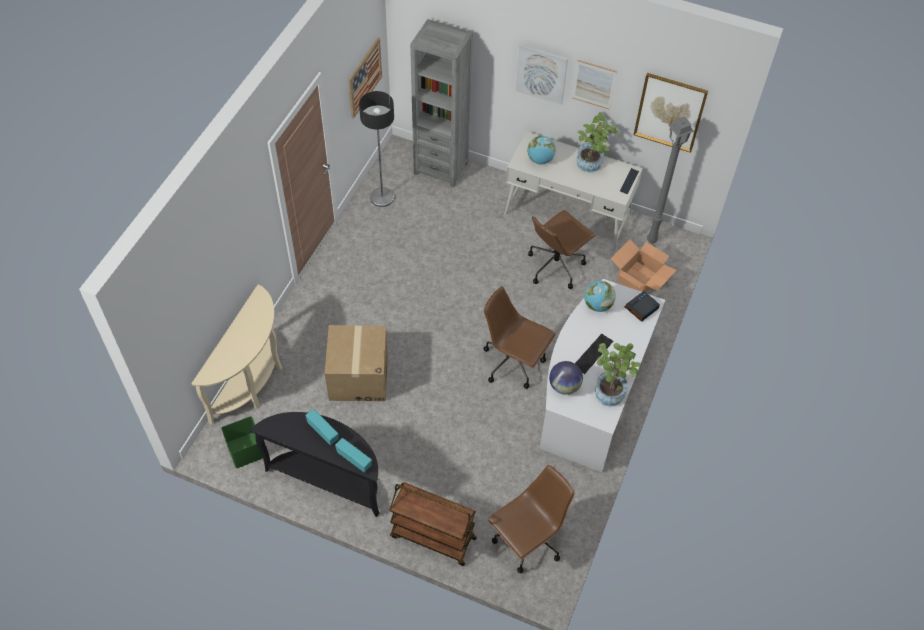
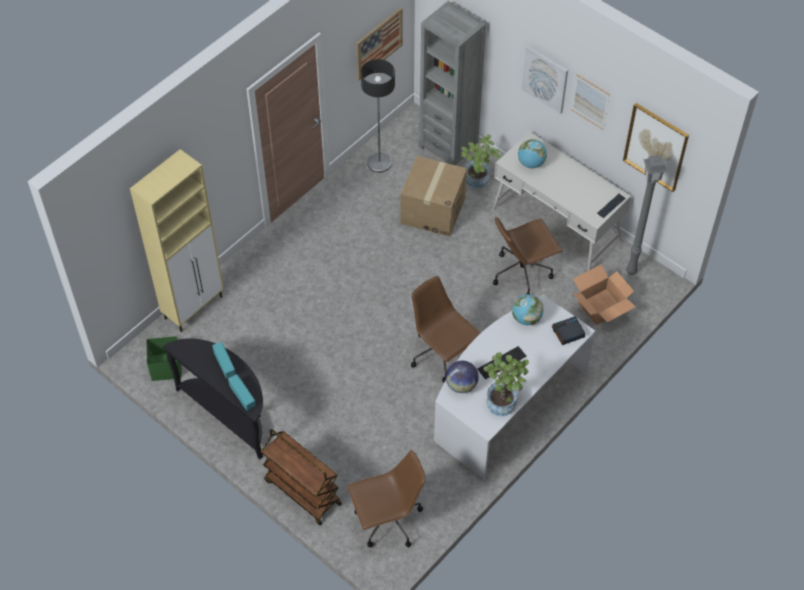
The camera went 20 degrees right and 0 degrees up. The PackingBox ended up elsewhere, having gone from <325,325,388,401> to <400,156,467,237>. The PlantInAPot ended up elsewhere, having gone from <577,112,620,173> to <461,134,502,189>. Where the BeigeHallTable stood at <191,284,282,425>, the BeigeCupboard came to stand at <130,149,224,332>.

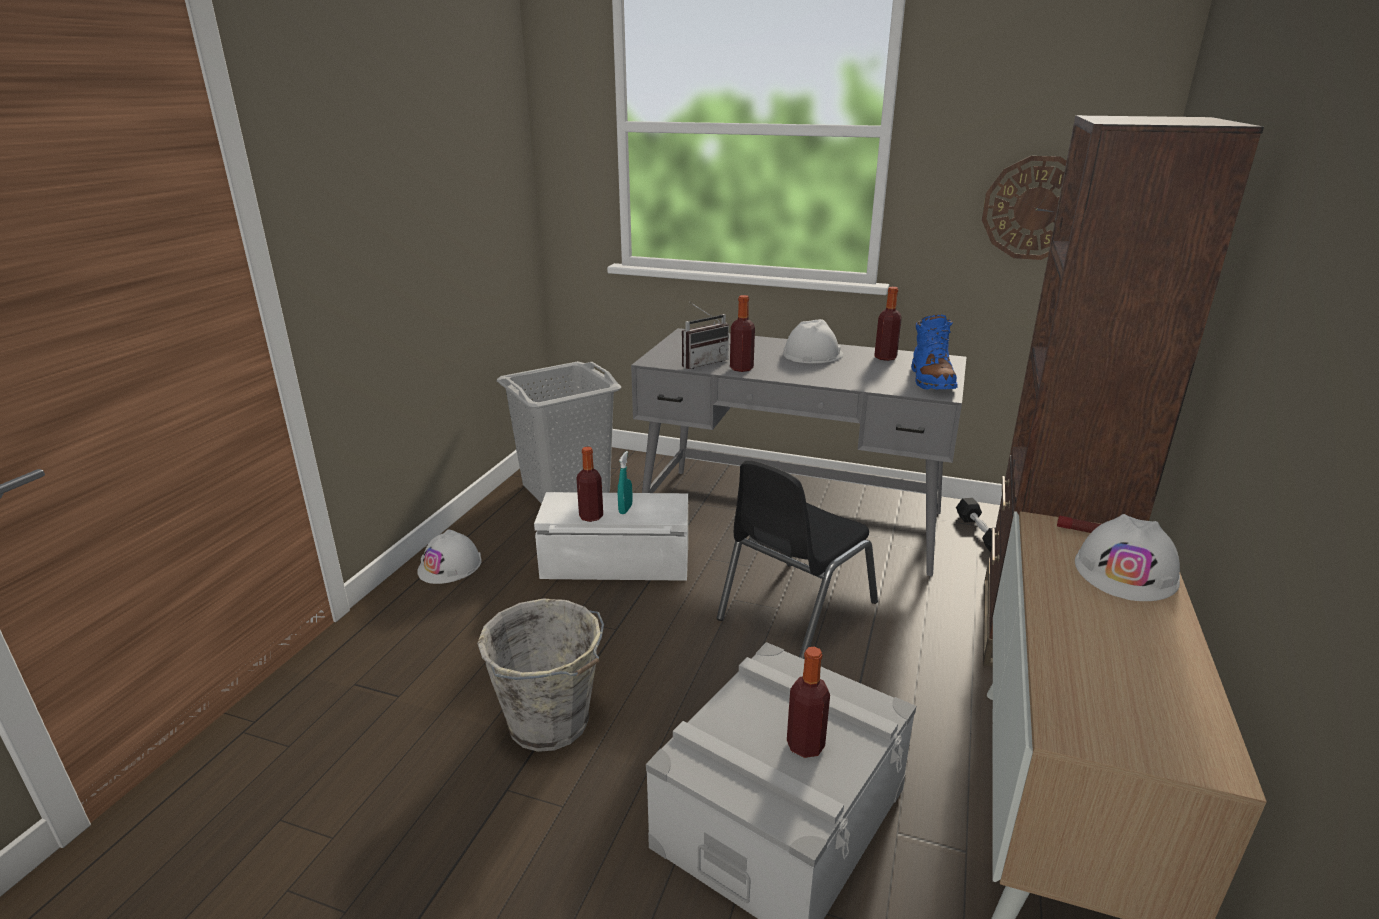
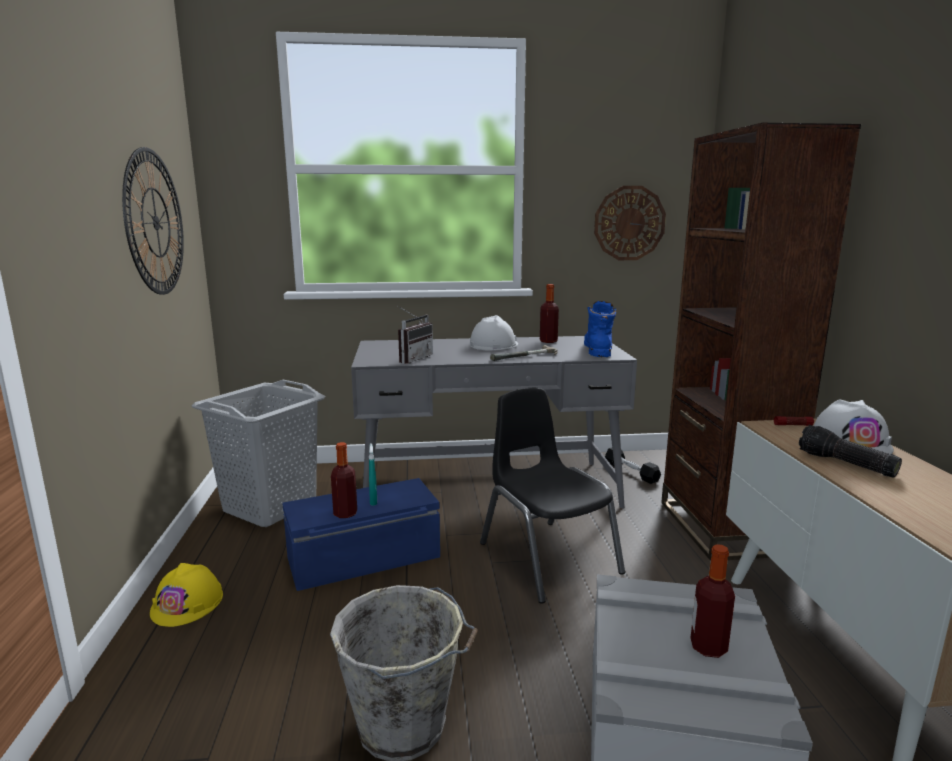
The camera went 25 degrees left and 10 degrees down. The second view lost the Bottle at <730,295,755,372>. The second view gained the WallClock at <122,147,184,295>. The second view gained the Hammer at <490,345,558,361>. The second view gained the HandTorch at <799,425,902,478>. What was the WhiteWorkHelmet at <417,529,482,584> turned into the YellowishWorkHelmet at <150,563,223,627>. What was the WhiteStorageBox at <534,492,688,581> turned into the BlueColouredStorageBox at <282,478,440,591>. The BlackishPlainChair at <717,460,878,659> ended up facing another way, 135 degrees clockwise from before. The BlueColouredTallBoot at <911,314,957,390> ended up facing another way, 150 degrees counterclockwise from before.

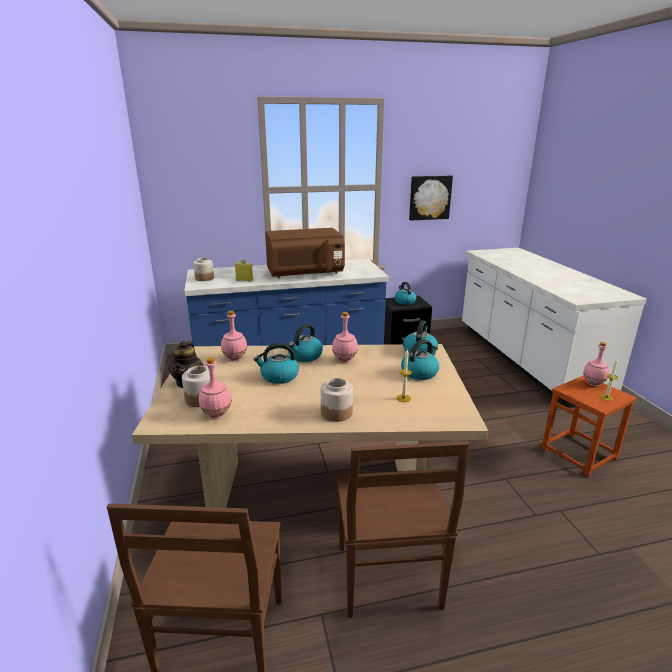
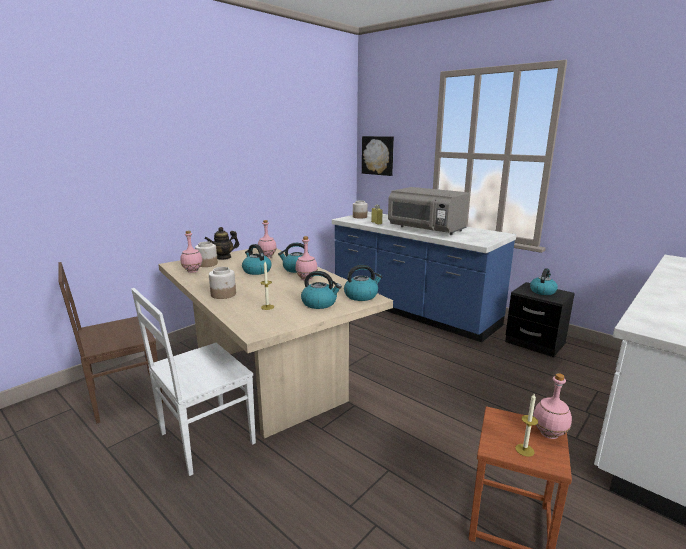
The camera went 55 degrees right and 5 degrees down. The Picture ended up elsewhere, having gone from <409,175,453,220> to <362,136,394,176>. What was the BrownishKitchenMicrowave at <265,228,345,278> turned into the GreyishKitchenMicrowave at <388,187,469,235>. What was the BrownishPlainChair at <337,442,469,618> turned into the WhitePlainChair at <131,288,256,476>.

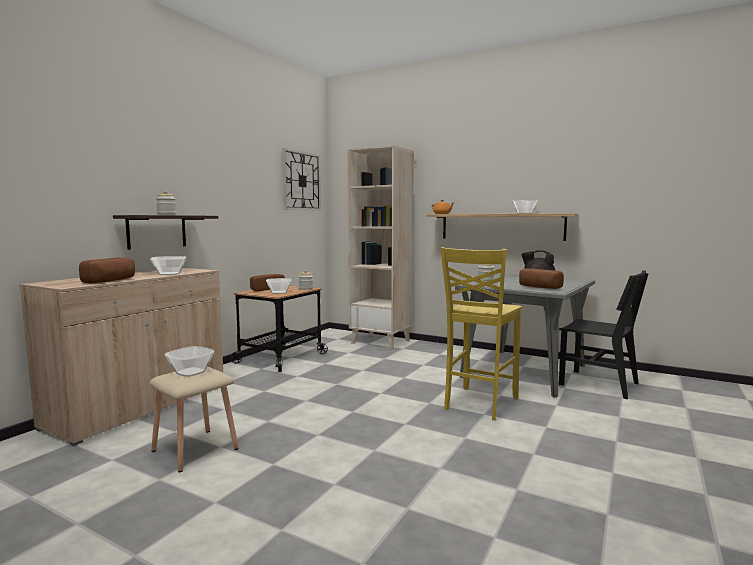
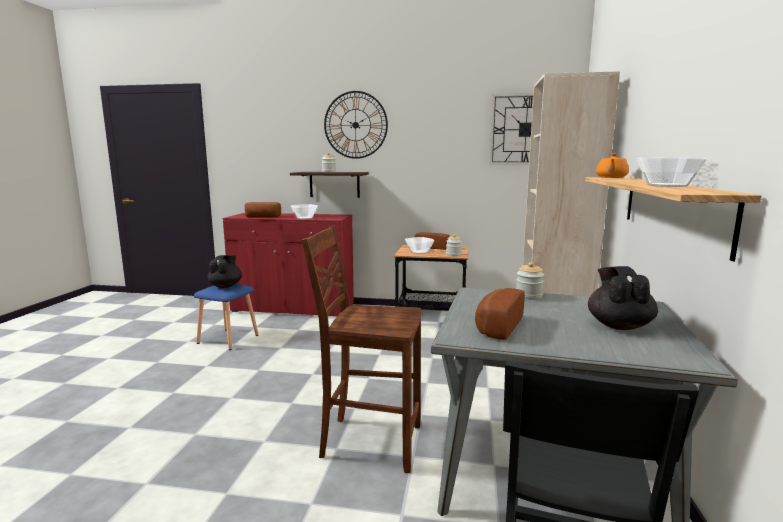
The camera went 70 degrees right and 5 degrees up. The second view gained the WallClock at <324,91,388,159>. Where the DeepDish stood at <165,346,214,377>, the BlackishTeaPot came to stand at <207,255,242,288>. What was the BeigeCupboard at <20,268,223,446> turned into the RedCupboard at <223,213,354,316>. What was the BeigeStool at <149,367,239,472> turned into the BlueColouredStool at <194,284,259,350>. What was the YellowishPlainChair at <440,247,522,420> turned into the BrownishPlainChair at <302,226,421,473>.

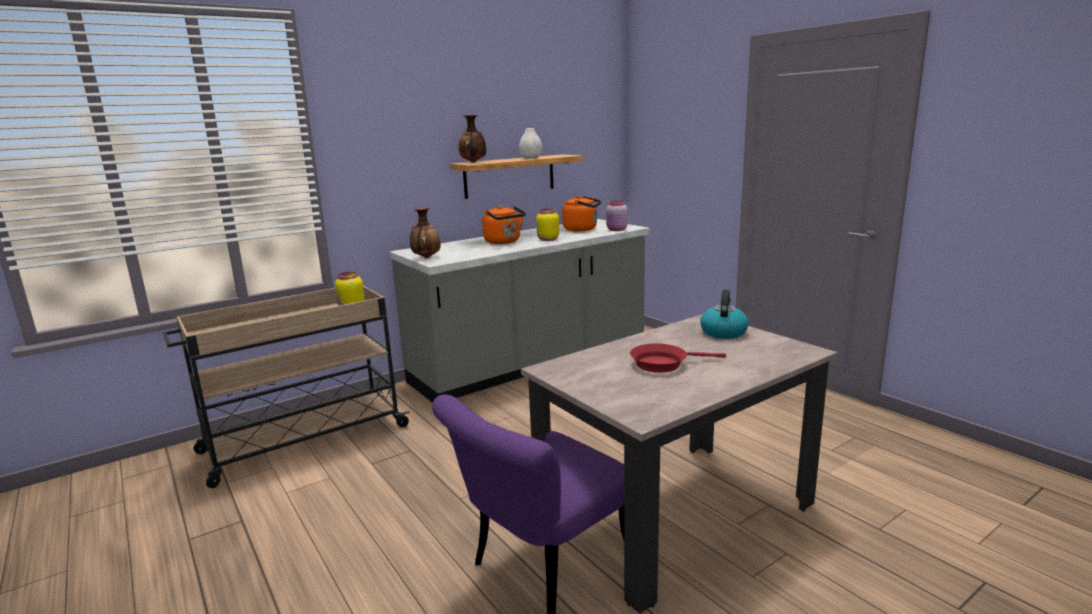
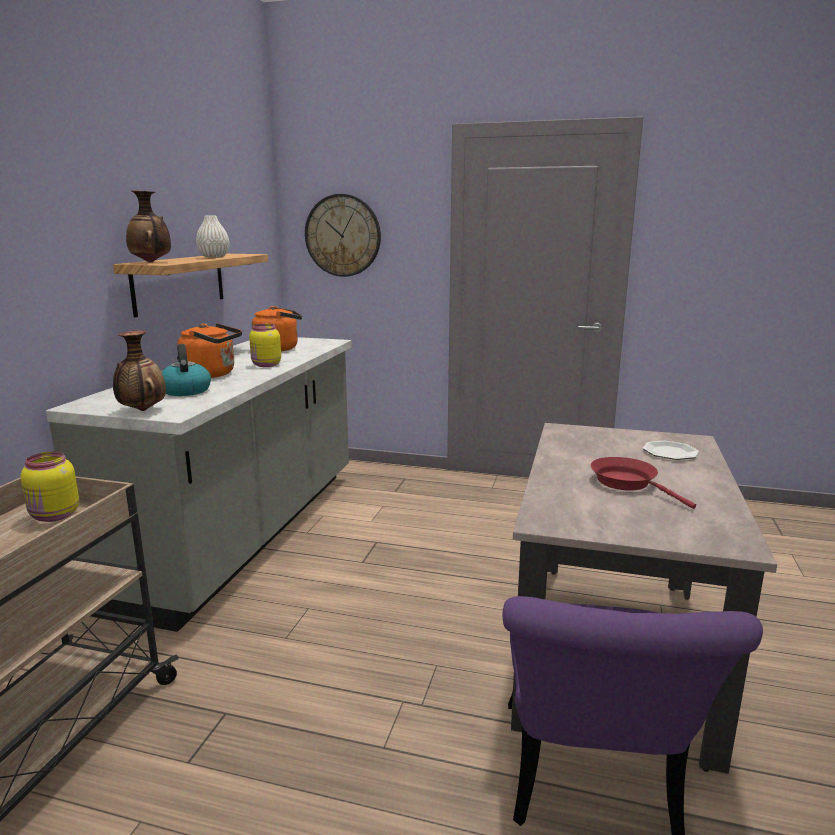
The camera went 40 degrees left and 0 degrees up. The second view lost the PinkPreserveJar at <606,201,628,231>. The second view gained the WallClock at <305,194,381,277>. The second view gained the Plate at <642,441,699,460>. The Kettle ended up elsewhere, having gone from <700,289,749,339> to <162,344,211,396>. The RedSkillet at <630,343,726,373> ended up facing another way, 105 degrees clockwise from before.

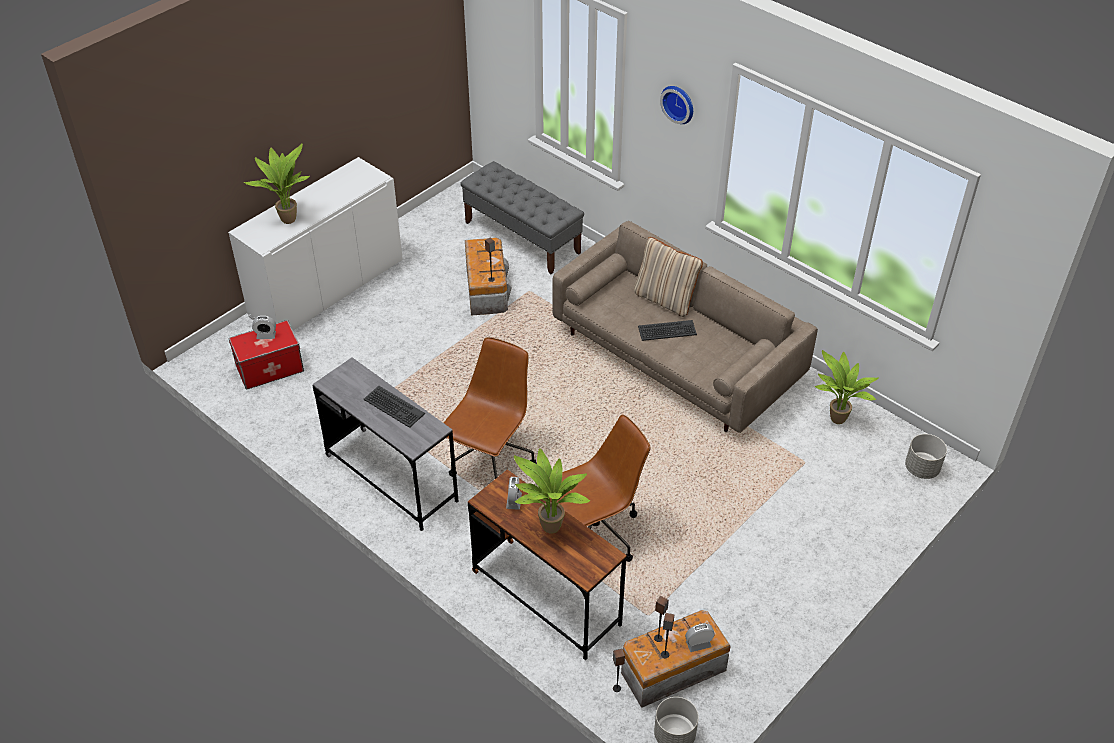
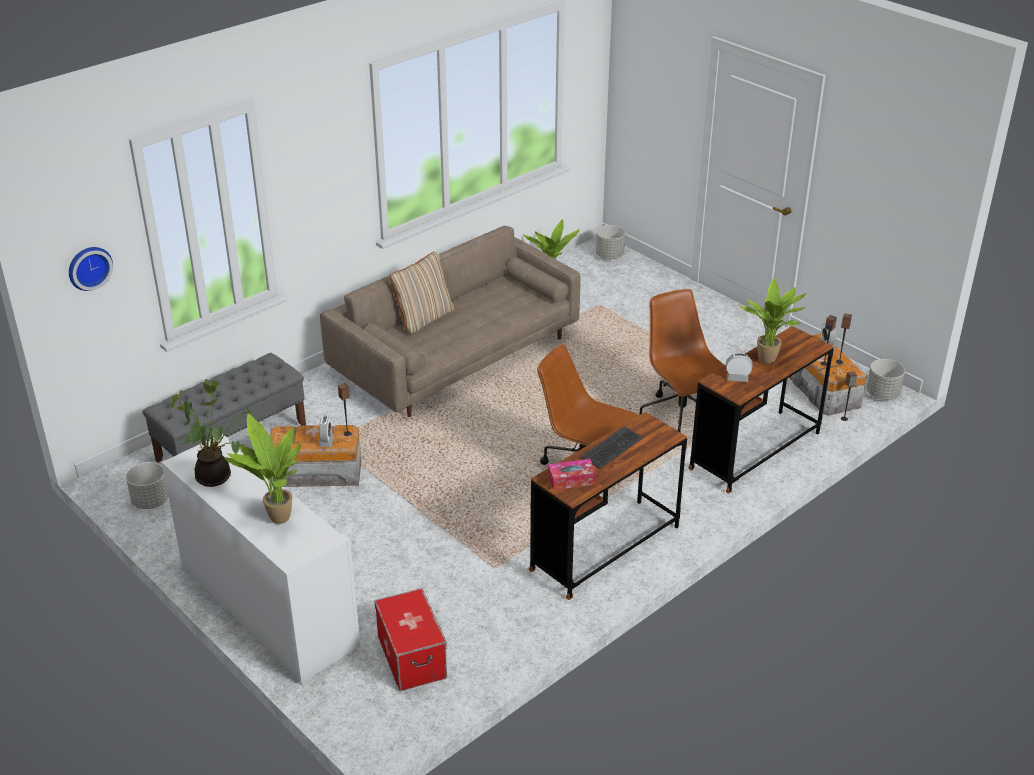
The camera went 85 degrees left and 10 degrees down. The second view lost the Keyboard at <638,320,697,341>. The second view gained the GreyishPlanter at <126,462,168,509>. The second view gained the PlantInAPot at <171,379,253,487>. The second view gained the BoxOfTissues at <548,459,596,491>. The BedsideClock ended up elsewhere, having gone from <252,316,276,339> to <319,416,334,447>. The WallClock ended up elsewhere, having gone from <660,86,693,124> to <69,247,113,291>. What was the GreyishDeskUnit at <313,357,458,531> turned into the BrownishDeskUnit at <529,412,687,600>.

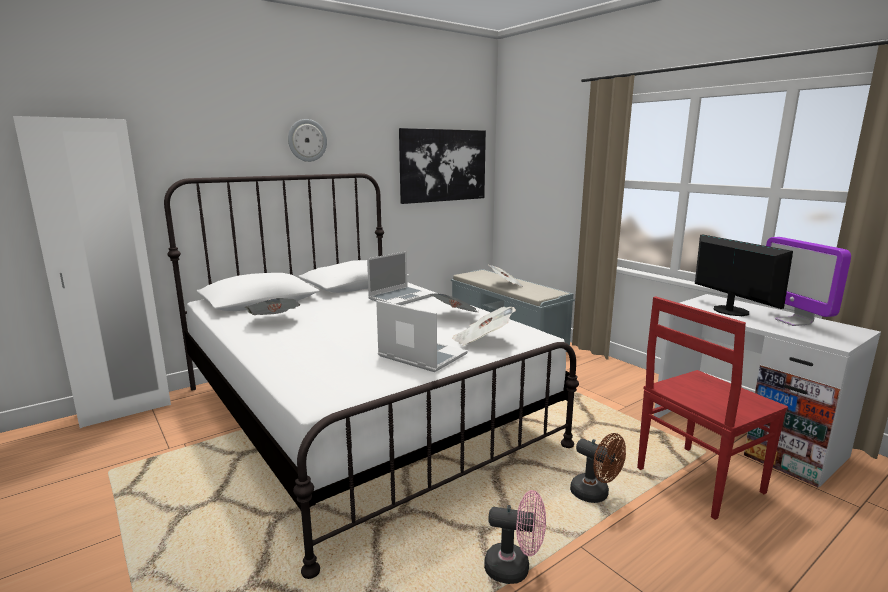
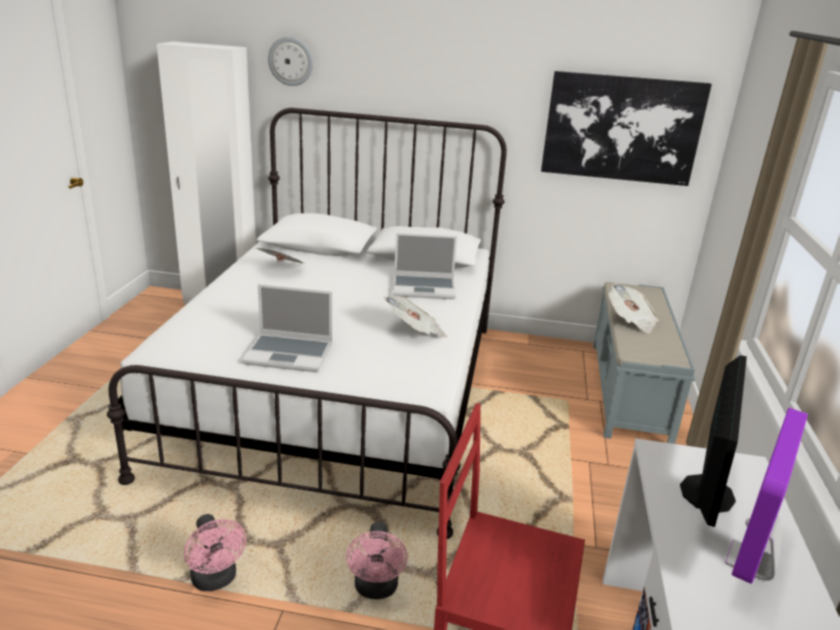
The camera went 45 degrees right and 10 degrees up. The second view lost the DailyPaper at <452,307,516,346>. The WallClock ended up elsewhere, having gone from <288,119,327,162> to <268,36,313,86>. What was the BrownishCoolingFan at <570,433,626,503> turned into the PinkCoolingFan at <346,522,408,599>. The Laptop at <376,300,468,372> ended up facing another way, 105 degrees clockwise from before.

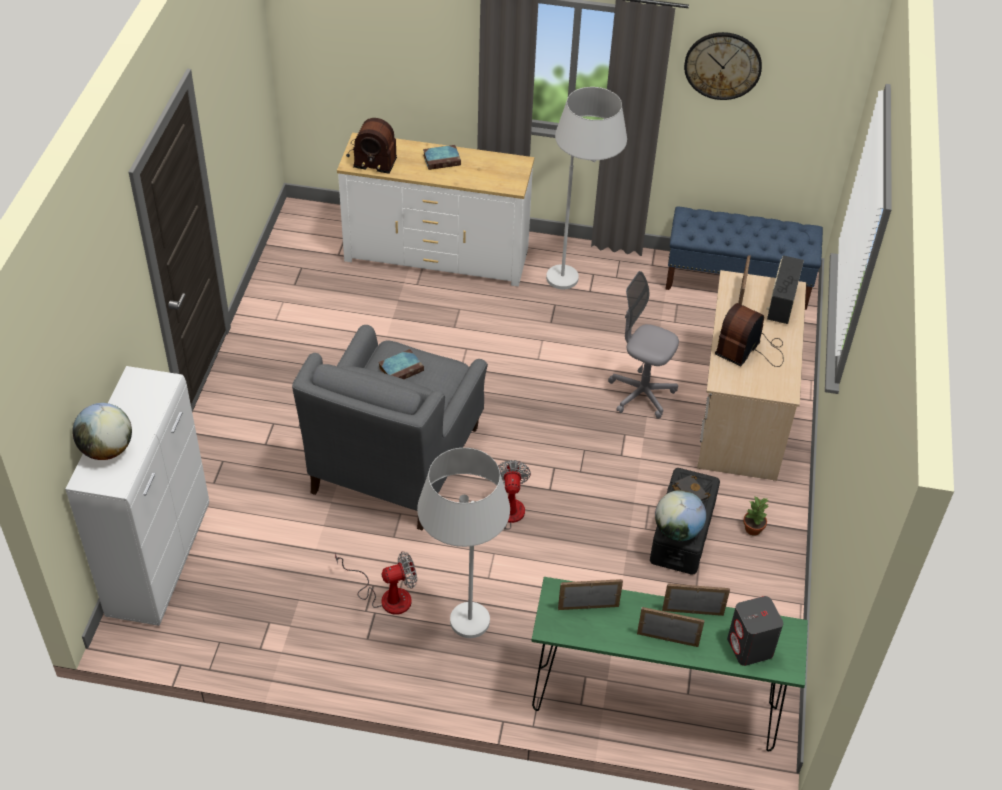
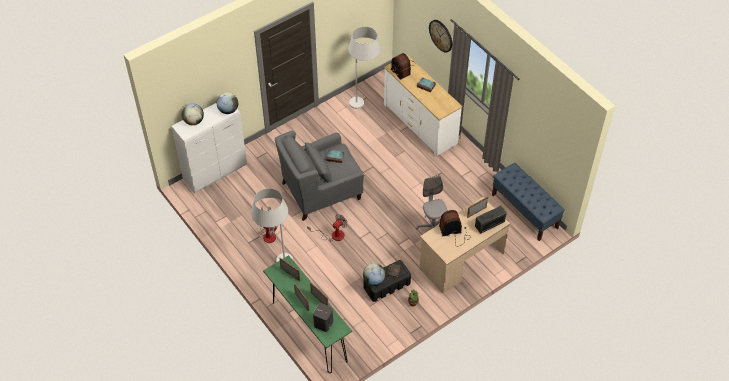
The camera went 45 degrees right and 5 degrees up. The second view gained the DeskGlobe at <217,92,238,114>. The WhiteFloorLamp ended up elsewhere, having gone from <546,87,627,289> to <348,27,381,109>. The WallClock ended up elsewhere, having gone from <684,32,762,100> to <429,20,452,53>.

